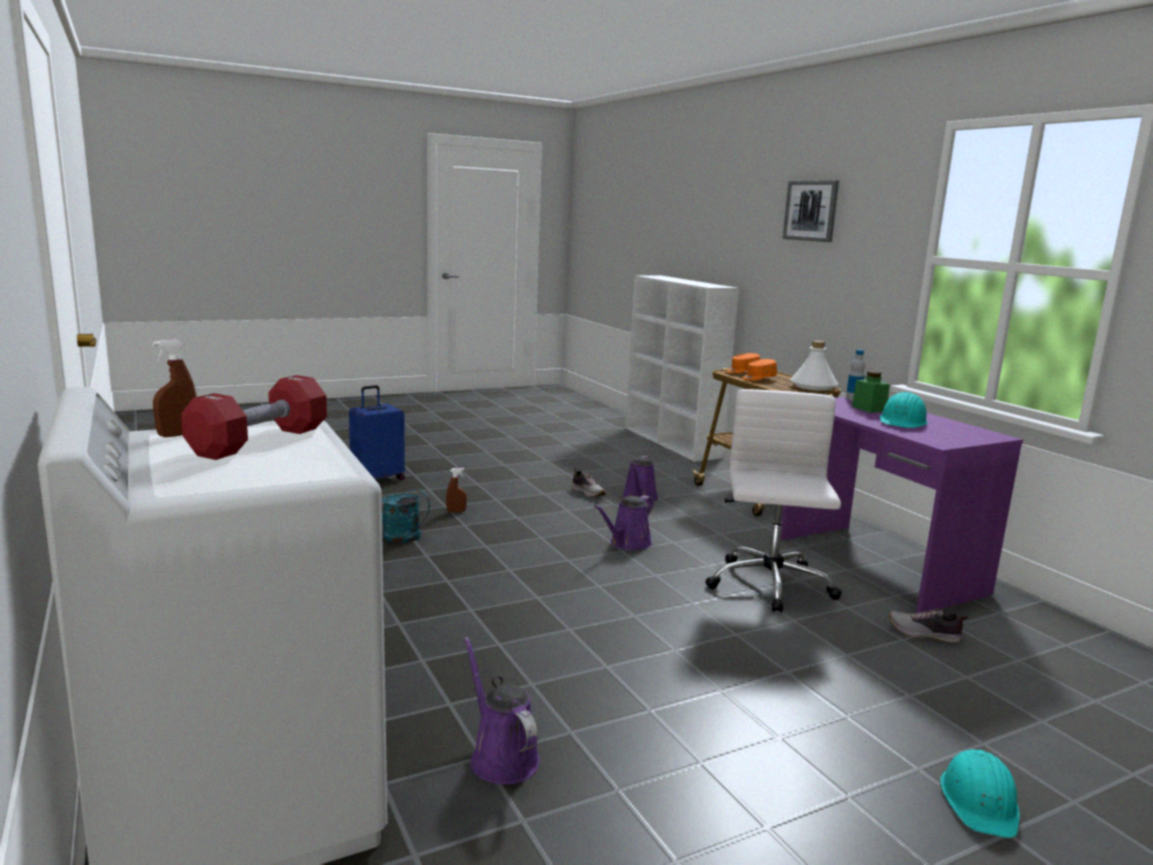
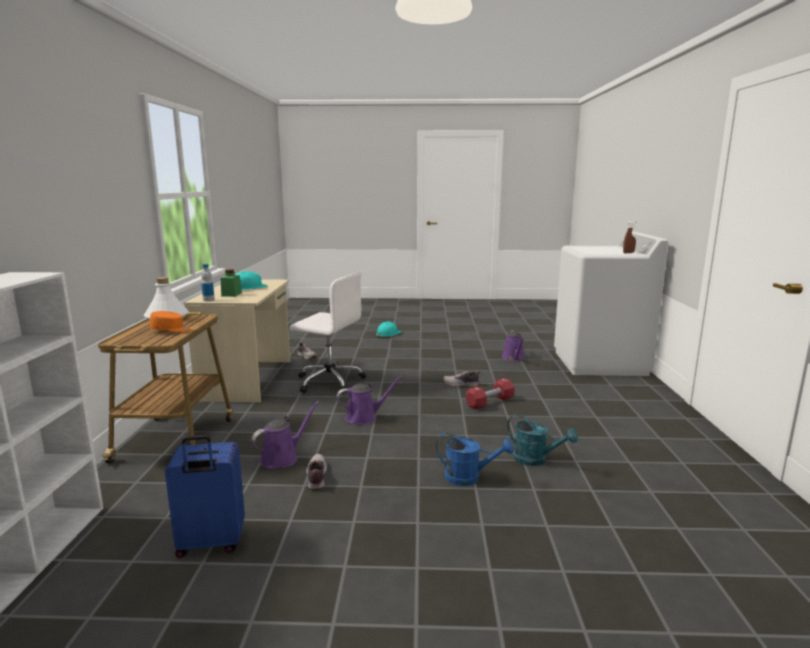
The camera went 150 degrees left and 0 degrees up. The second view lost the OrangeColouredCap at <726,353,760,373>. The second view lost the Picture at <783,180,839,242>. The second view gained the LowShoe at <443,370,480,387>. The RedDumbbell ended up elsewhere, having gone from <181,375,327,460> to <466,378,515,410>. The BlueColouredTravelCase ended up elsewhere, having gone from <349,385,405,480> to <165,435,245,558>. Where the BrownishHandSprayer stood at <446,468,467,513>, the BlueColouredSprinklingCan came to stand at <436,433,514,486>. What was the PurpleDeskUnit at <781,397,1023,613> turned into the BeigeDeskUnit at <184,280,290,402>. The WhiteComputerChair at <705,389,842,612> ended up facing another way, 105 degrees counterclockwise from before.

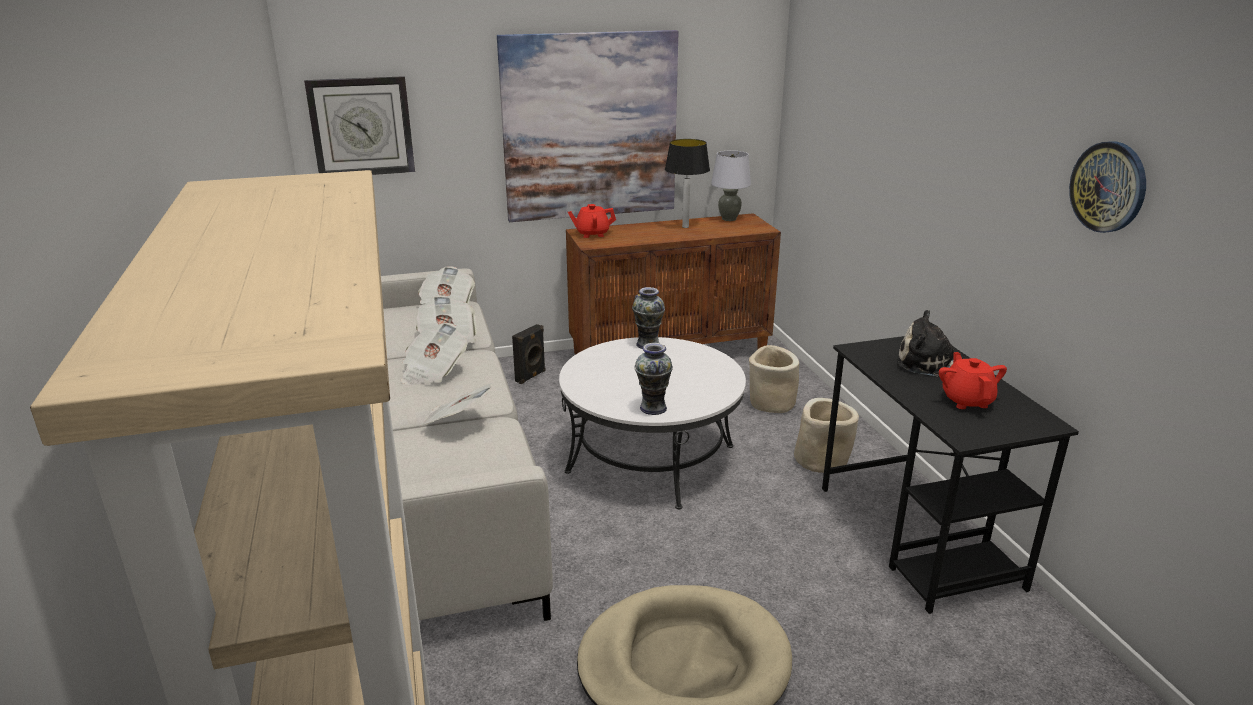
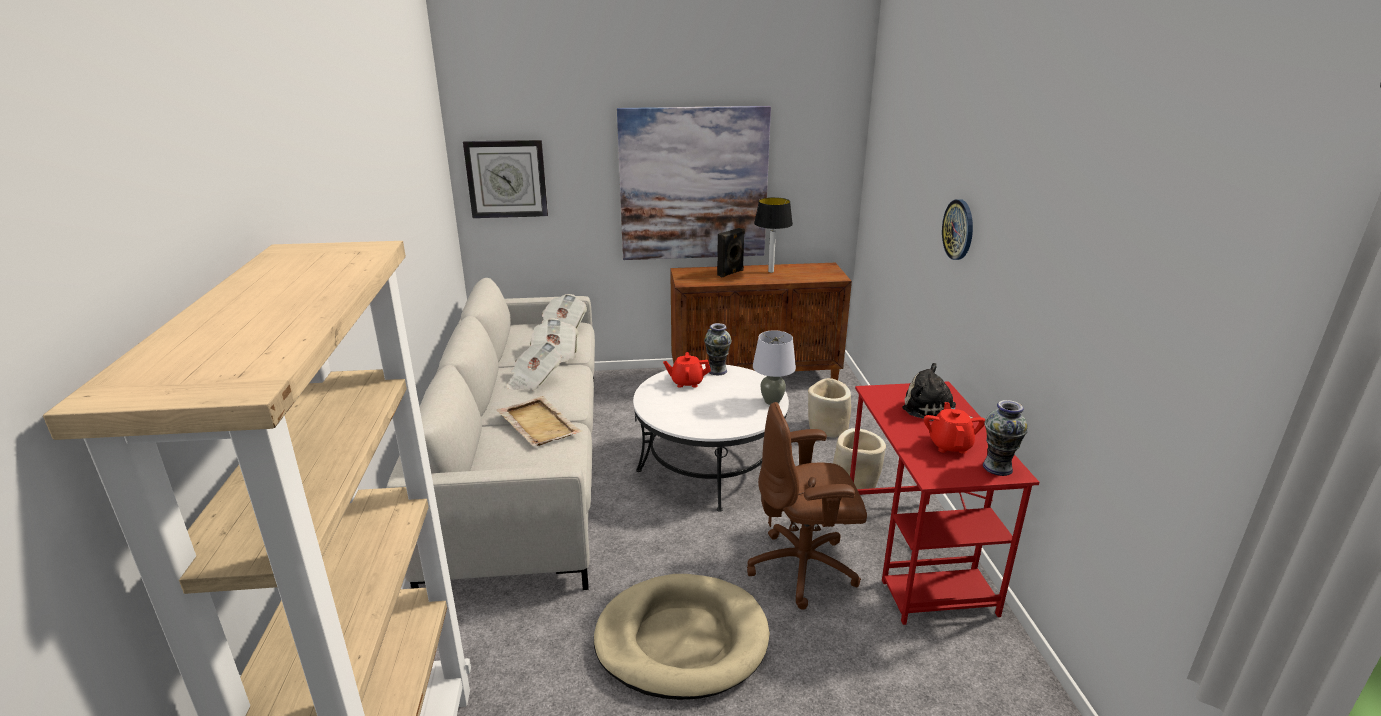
The camera went 10 degrees right and 0 degrees up. The second view gained the BrownishComputerChair at <747,402,867,610>. The BlackishLoudspeaker ended up elsewhere, having gone from <512,324,546,384> to <717,228,745,277>. The RedTeaPot ended up elsewhere, having gone from <568,204,616,238> to <663,352,711,388>. The Vase ended up elsewhere, having gone from <635,343,673,415> to <983,400,1028,476>. The GreyishTabletopLamp ended up elsewhere, having gone from <711,150,751,221> to <753,330,796,405>. The WallClock ended up elsewhere, having gone from <1069,141,1146,233> to <942,199,973,260>. Where the DailyPaper stood at <421,382,493,426>, the BeigeCarryingTray came to stand at <497,396,582,446>. What was the BlackishDeskUnit at <822,336,1079,614> turned into the RedDeskUnit at <850,381,1039,625>.

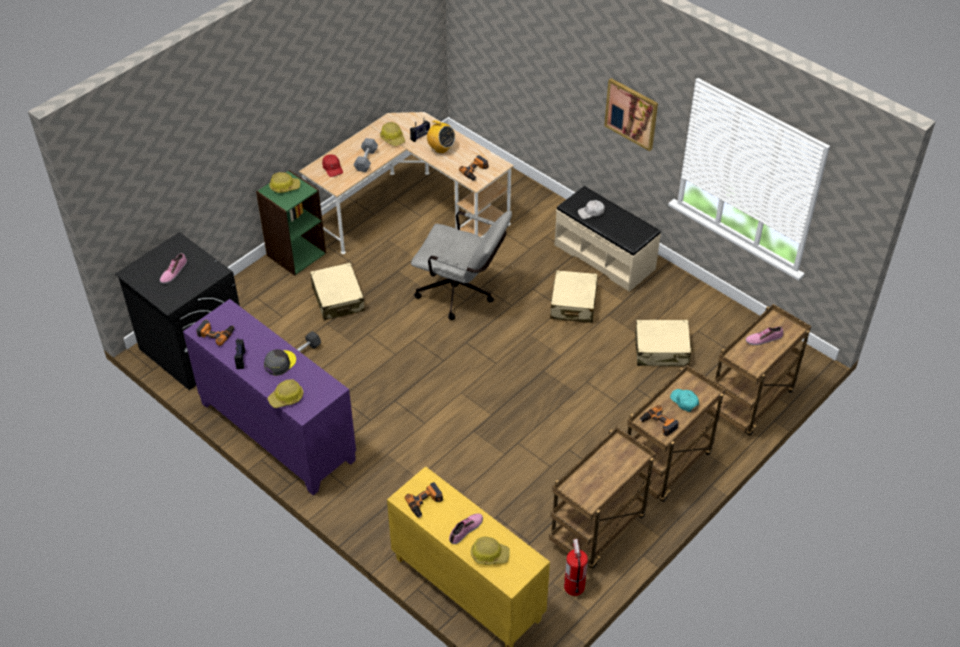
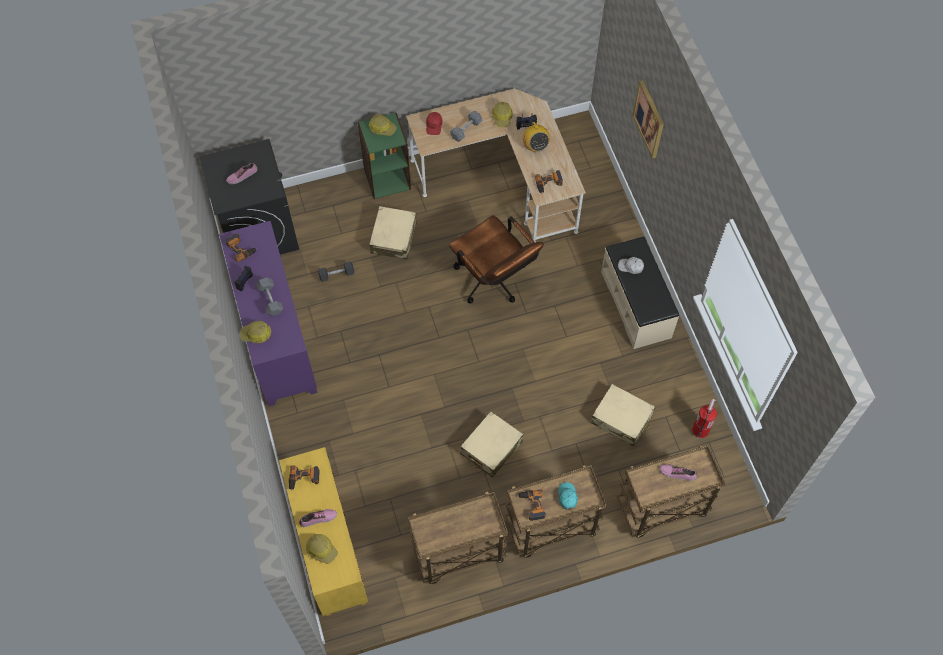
The camera went 30 degrees right and 15 degrees up. The BeigeTravelCase ended up elsewhere, having gone from <550,270,597,323> to <460,411,523,478>. The Extinguisher ended up elsewhere, having gone from <564,539,588,596> to <692,399,717,438>. The Picture ended up elsewhere, having gone from <604,78,658,151> to <632,80,664,158>. Where the GreyishCap stood at <264,349,296,376>, the GreyishDumbbell came to stand at <256,277,283,316>. What was the GreyishComputerChair at <411,210,512,320> turned into the BrownishComputerChair at <449,215,544,304>.

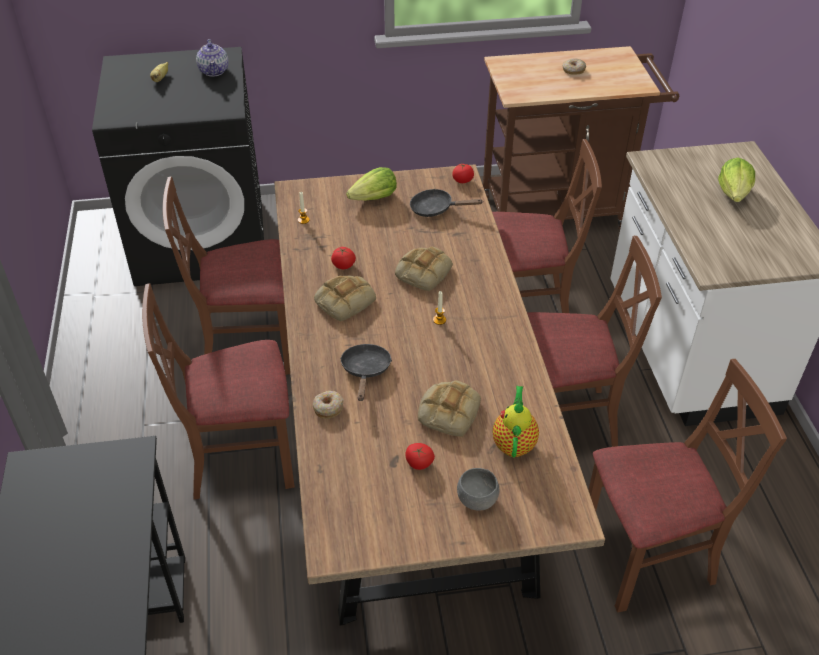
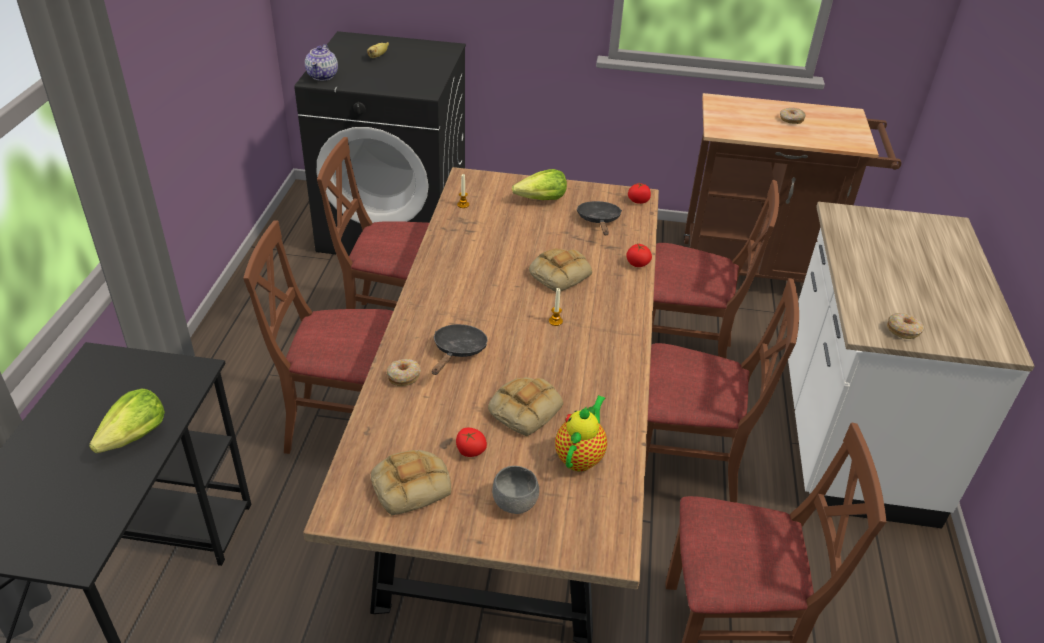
The camera went 15 degrees right and 5 degrees down. The second view gained the Donut at <887,313,924,339>. The TeaPot ended up elsewhere, having gone from <196,39,229,76> to <305,44,338,81>. The BakeryBread ended up elsewhere, having gone from <314,275,376,322> to <371,450,451,516>. The Tomato ended up elsewhere, having gone from <331,247,356,269> to <626,244,652,267>. The LettuceHead ended up elsewhere, having gone from <718,158,755,202> to <89,389,165,453>. The BlackishSkillet at <410,189,483,217> ended up facing another way, 60 degrees clockwise from before.

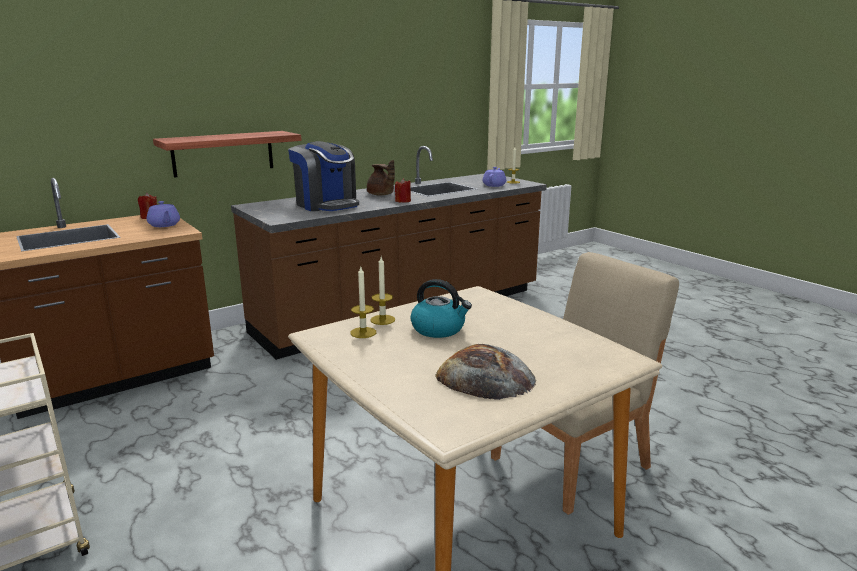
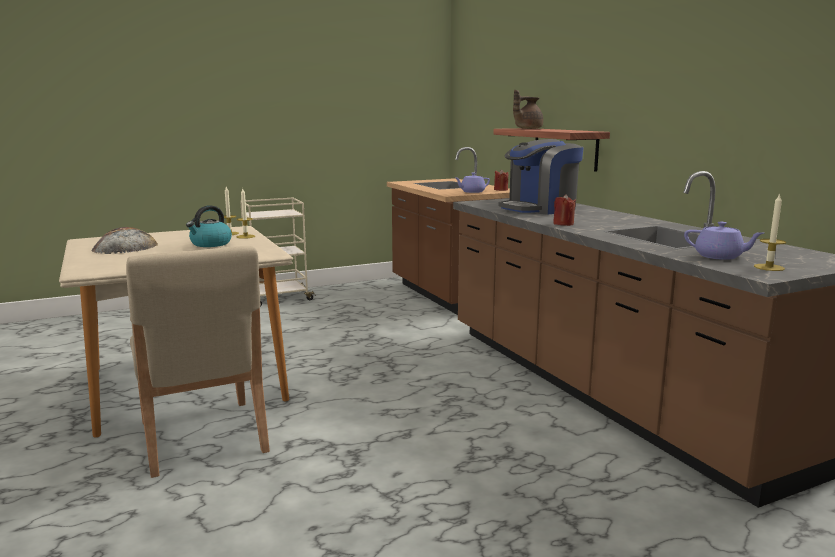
The camera went 100 degrees right and 5 degrees down. The BrownishTeaPot ended up elsewhere, having gone from <367,160,395,196> to <513,90,543,129>.

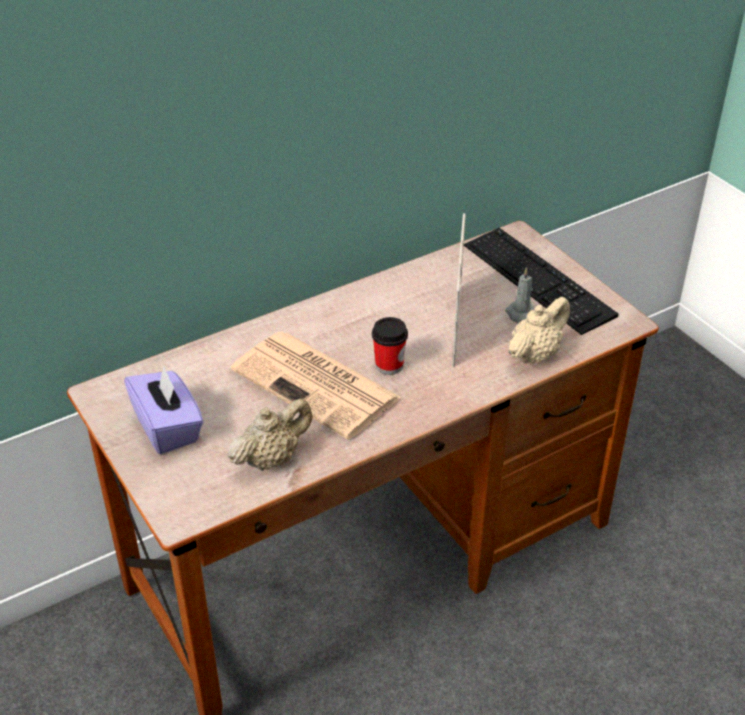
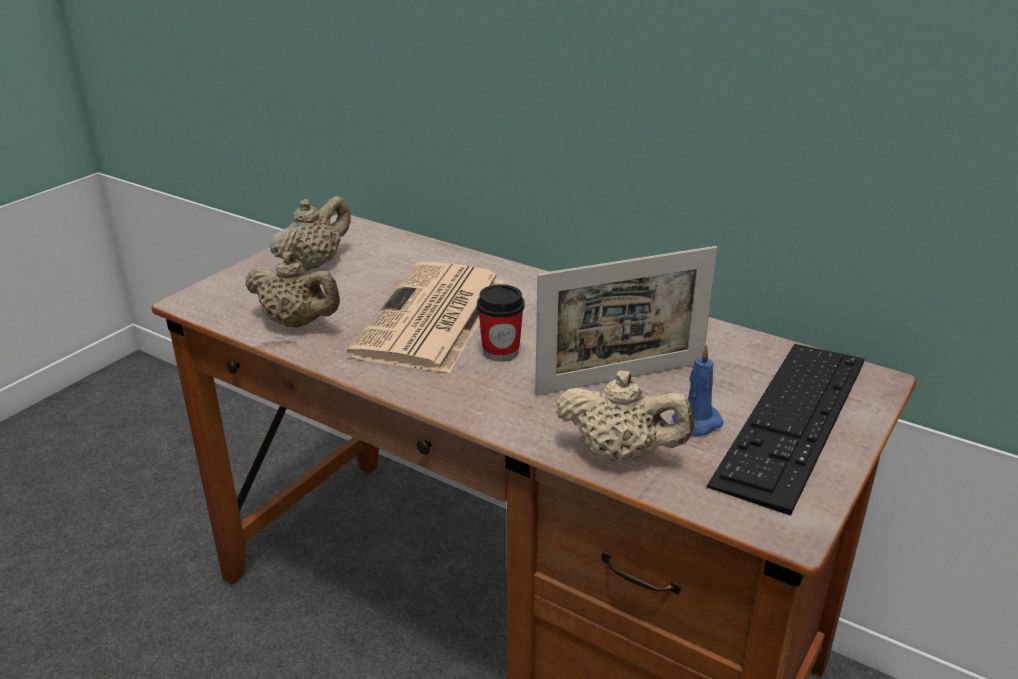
The camera went 65 degrees right and 10 degrees down. Where the PurpleBoxOfTissues stood at <124,366,204,454>, the BeigeTeaPot came to stand at <271,196,351,271>. What was the GreyishCandle at <505,267,534,324> turned into the BlueColouredCandle at <672,345,724,437>.

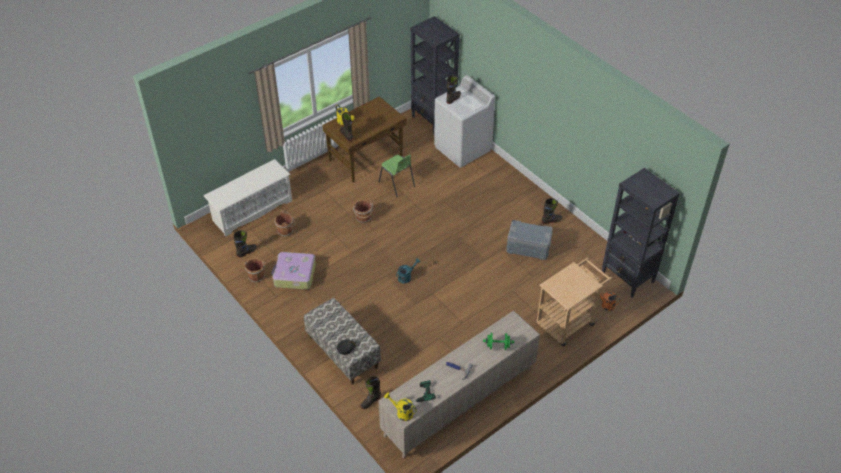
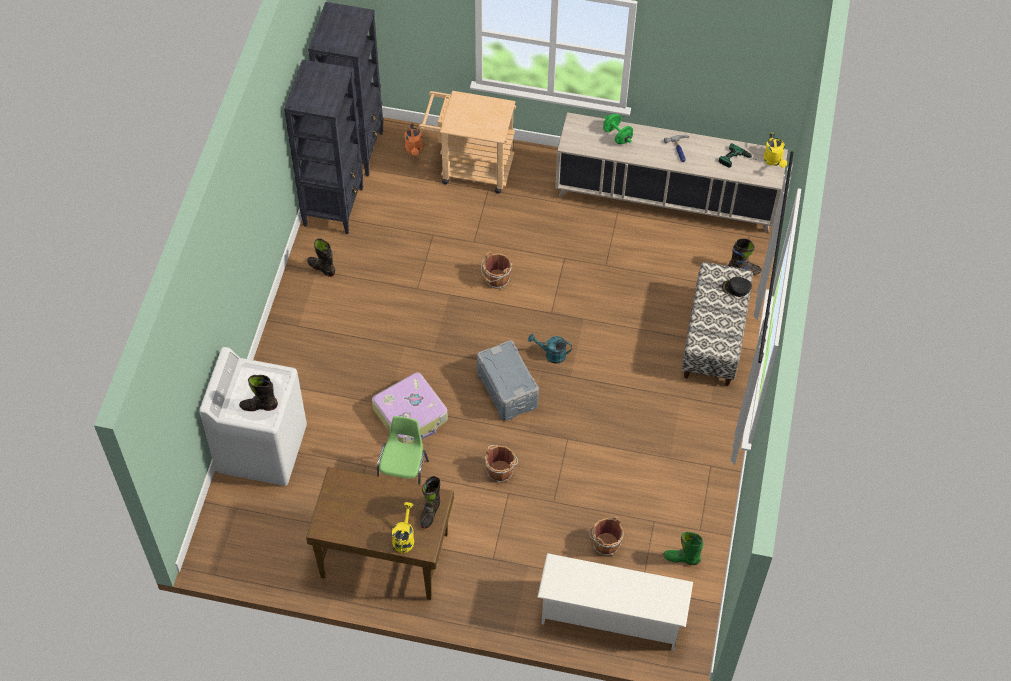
The camera went 130 degrees left and 10 degrees up. The BrownishPail ended up elsewhere, having gone from <244,258,265,282> to <481,251,512,289>. The TravelCase ended up elsewhere, having gone from <271,252,316,290> to <372,372,448,444>. The BlackishBookshelf ended up elsewhere, having gone from <410,16,460,135> to <284,59,364,234>. The GreyishStorageBox ended up elsewhere, having gone from <506,220,553,260> to <477,340,539,421>. What was the BlackishTallBoot at <234,230,257,257> turned into the GreenTallBoot at <664,532,704,565>.

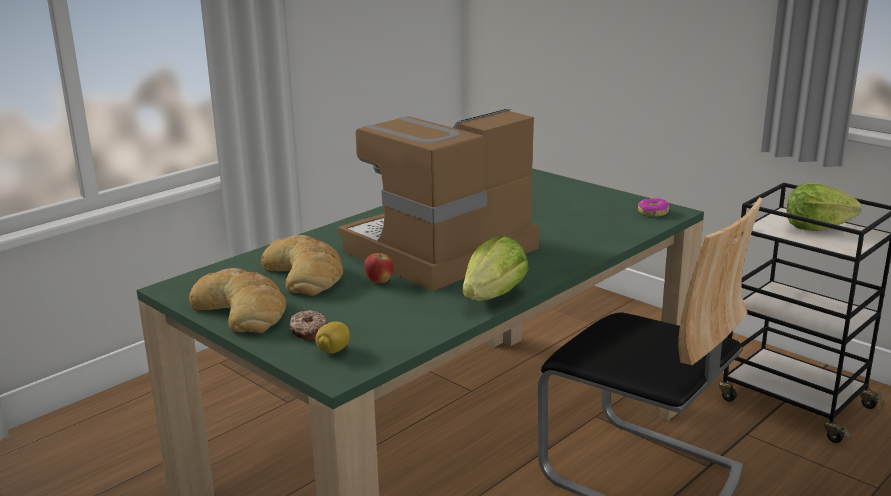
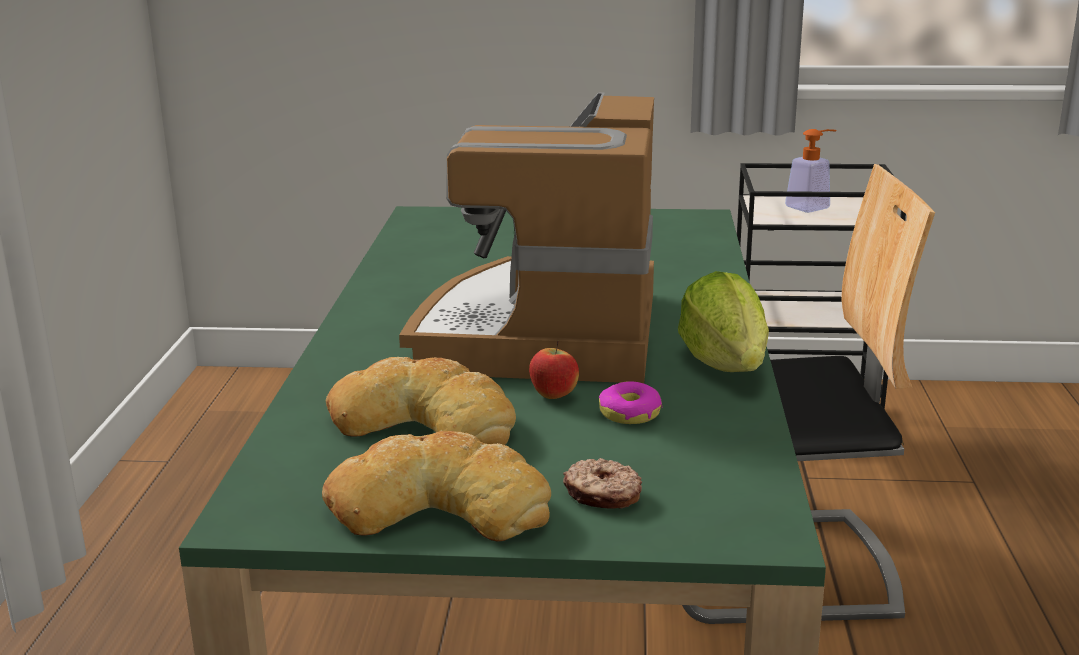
The camera went 40 degrees left and 0 degrees up. The second view lost the CitrusFruit at <315,321,350,354>. The Donut ended up elsewhere, having gone from <638,198,669,217> to <599,381,663,424>. Where the LettuceHead stood at <786,183,861,231>, the SoapDispenser came to stand at <785,129,837,213>.

